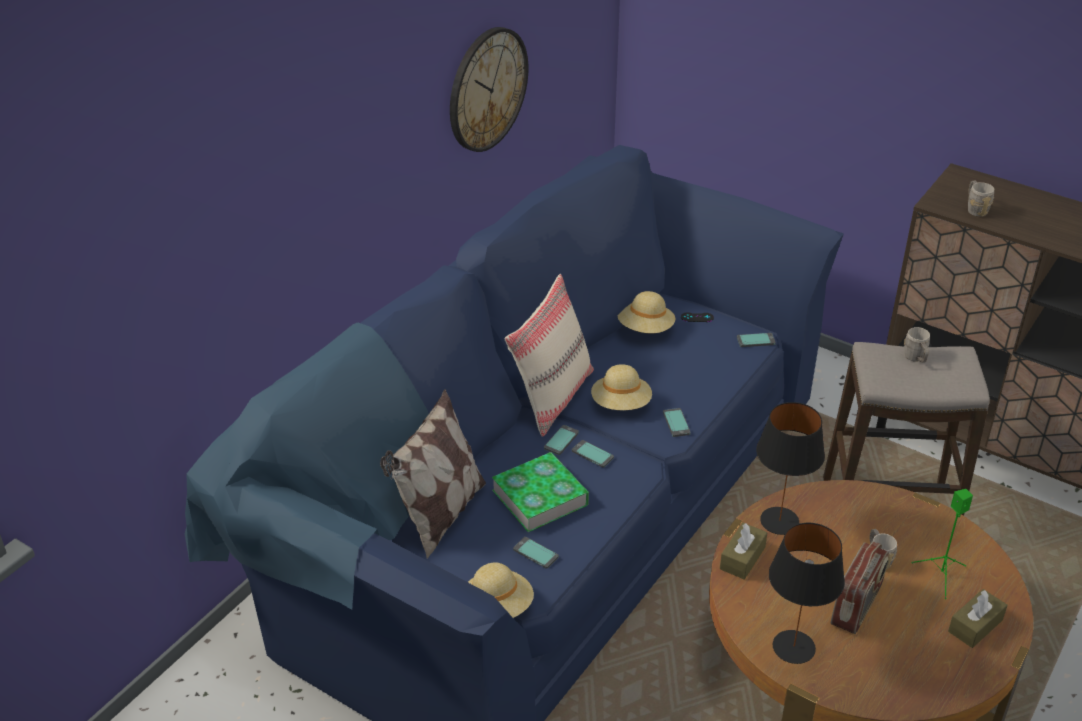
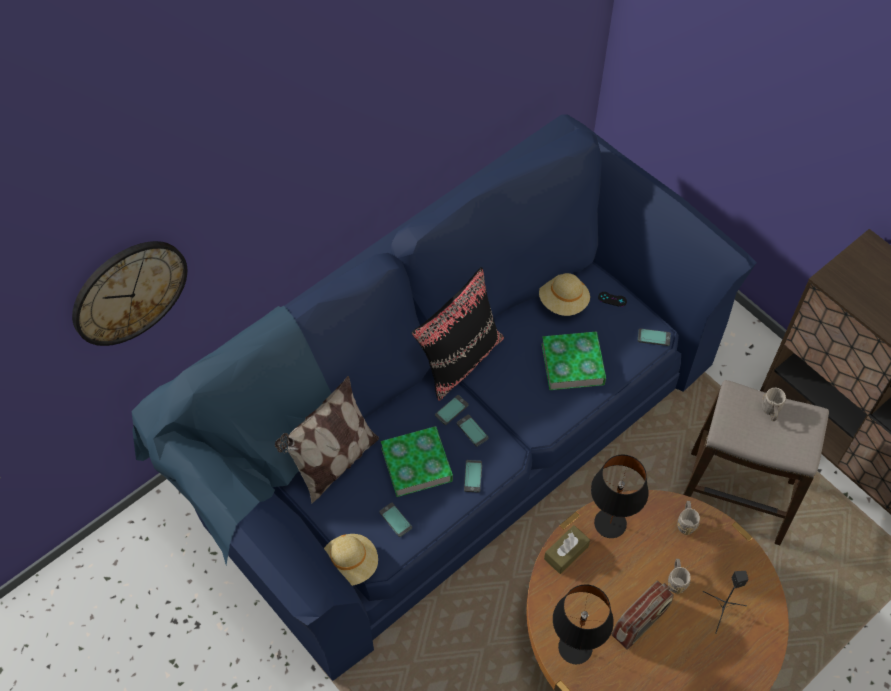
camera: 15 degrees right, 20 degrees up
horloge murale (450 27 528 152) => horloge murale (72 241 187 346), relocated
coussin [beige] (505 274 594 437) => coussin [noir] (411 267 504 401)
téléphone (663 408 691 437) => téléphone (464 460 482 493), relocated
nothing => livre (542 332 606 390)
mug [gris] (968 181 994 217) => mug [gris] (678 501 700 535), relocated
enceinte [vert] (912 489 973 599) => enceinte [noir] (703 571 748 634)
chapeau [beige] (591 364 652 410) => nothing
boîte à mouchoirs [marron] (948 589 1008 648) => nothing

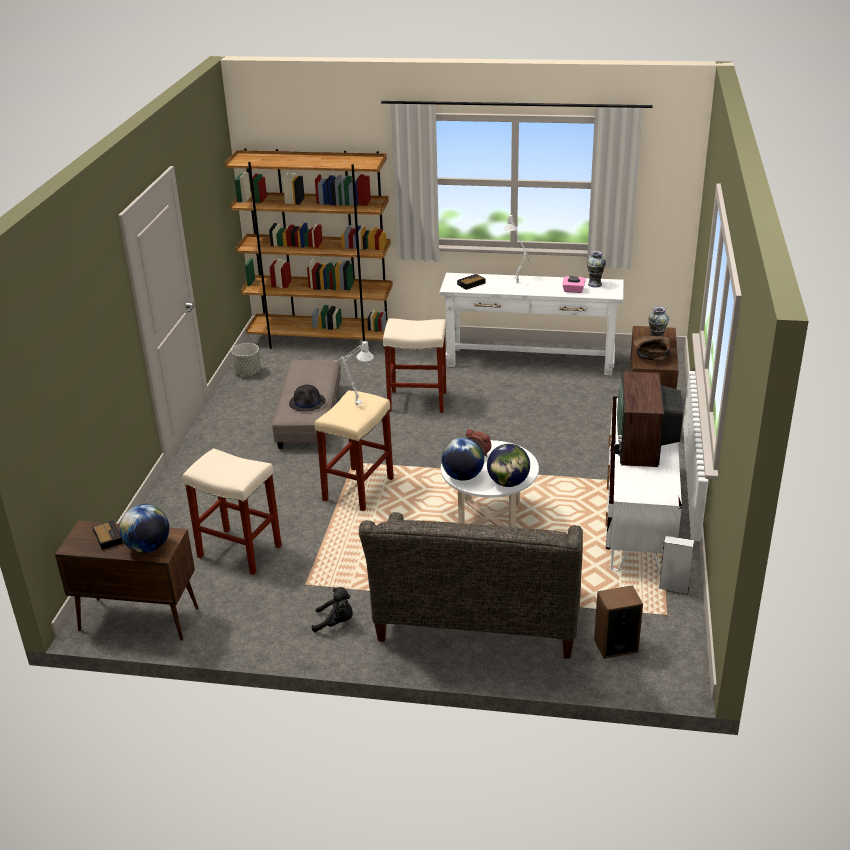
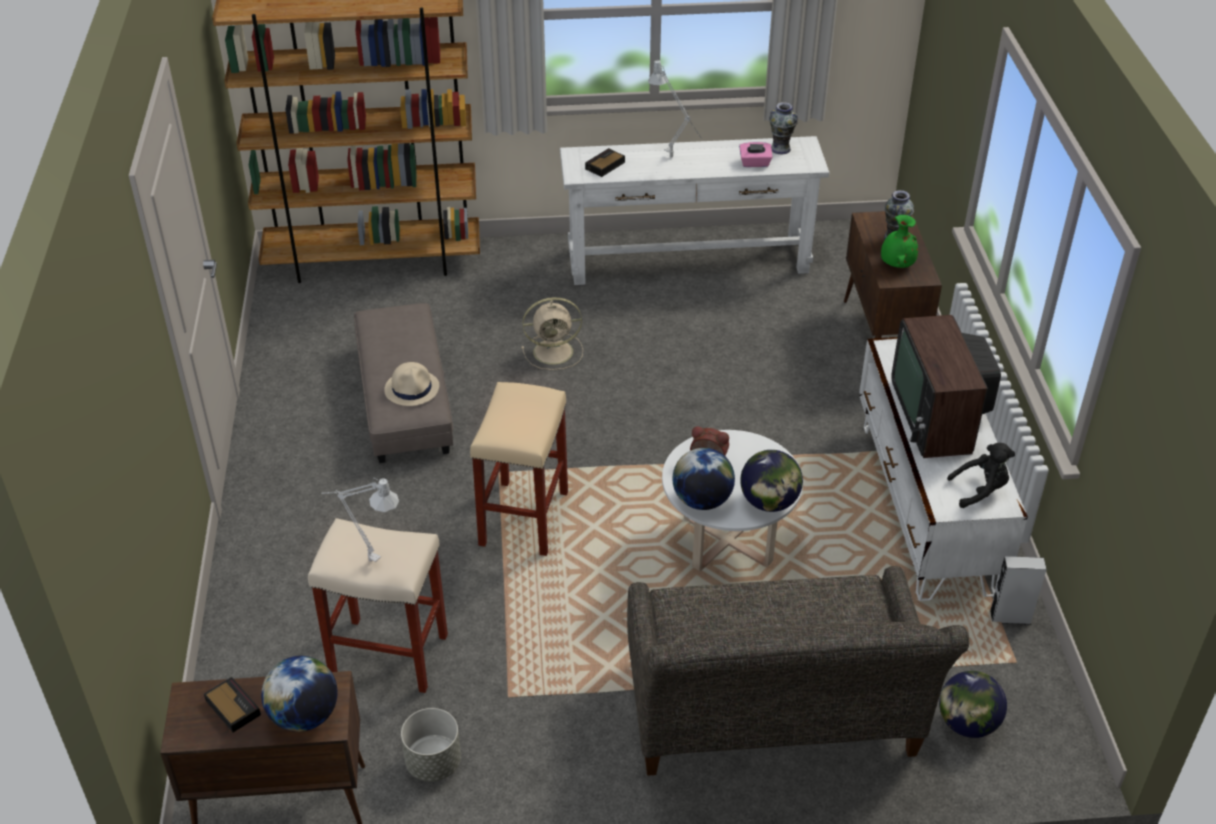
camera: 15 degrees left, 10 degrees up
lampe de table [gris] (334 341 374 405) => lampe de table [gris] (321 478 399 563), relocated
chapeau [noir] (289 385 326 411) => chapeau [beige] (384 362 439 406)
cache-pot [gris] (231 343 261 375) => cache-pot [gris] (401 708 461 782), relocated
tabouret [beige] (383 318 447 413) => ventilateur [beige] (521 297 583 370)
bol [marron] (633 336 670 360) => vase [vert] (881 215 918 268)
enceinte (594 585 643 659) => globe (939 671 1007 738)
peluche [noir] (312 587 353 632) => peluche [noir] (947 443 1015 508), relocated

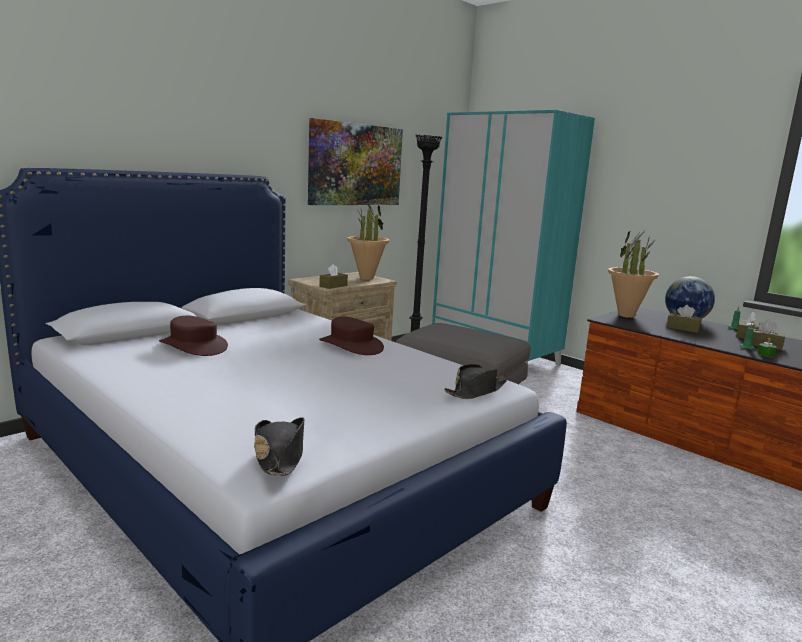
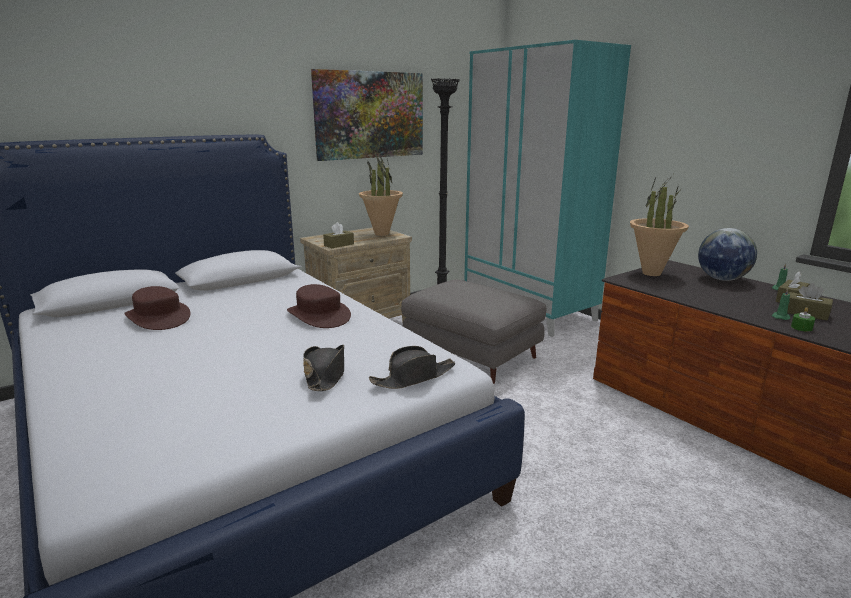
camera: 10 degrees right, 5 degrees up
chapeau [noir] (254 418 304 476) => chapeau [noir] (303 345 344 391), relocated
boîte à mouchoirs [marron] (667 305 702 333) => nothing

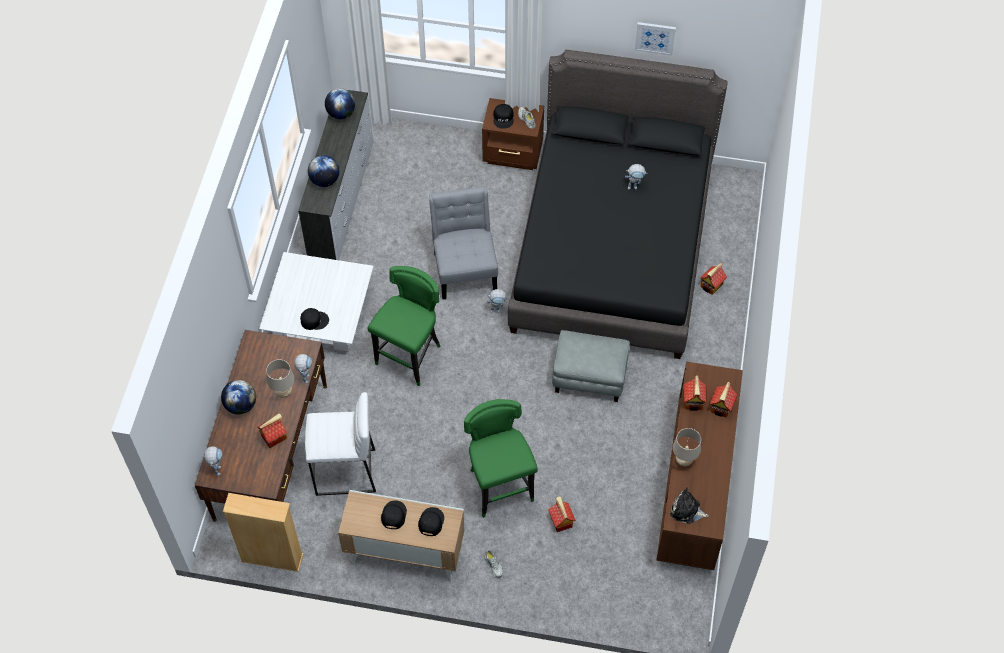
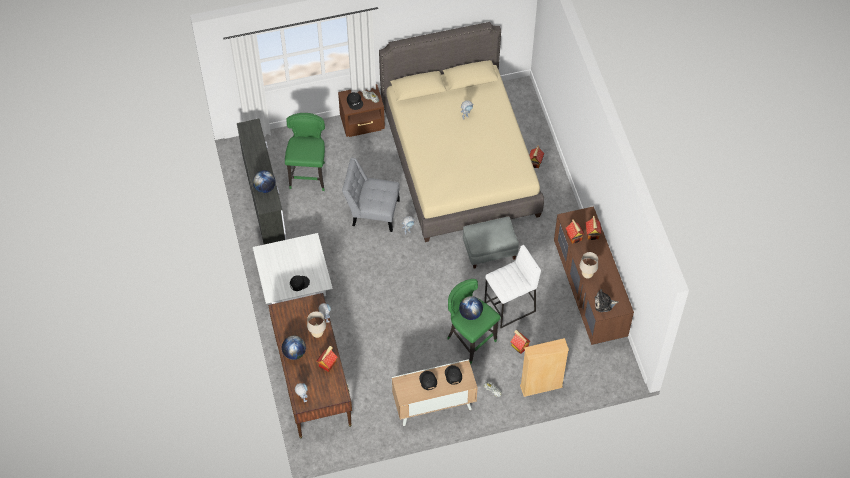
camera: 25 degrees left, 0 degrees up
tabouret [vert] (368 266 441 386) => tabouret [vert] (285 113 325 191), relocated
chaise [gris] (429 187 498 299) => chaise [gris] (342 158 400 232), 45 degrees counterclockwise
lit [noir] (508 50 728 359) => lit [beige] (379 22 544 242)
globe (325 88 355 119) => globe (459 296 483 320), relocated
tabouret [blanc] (305 392 376 496) => tabouret [blanc] (484 245 541 328), relocated
bibliothèque [beige] (223 493 304 572) => bibliothèque [beige] (520 338 569 397), relocated
tableau (635 22 676 56) => nothing

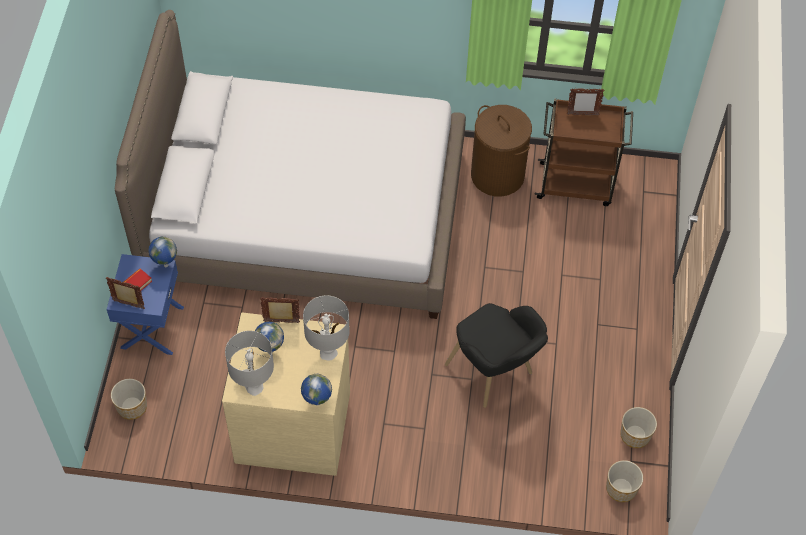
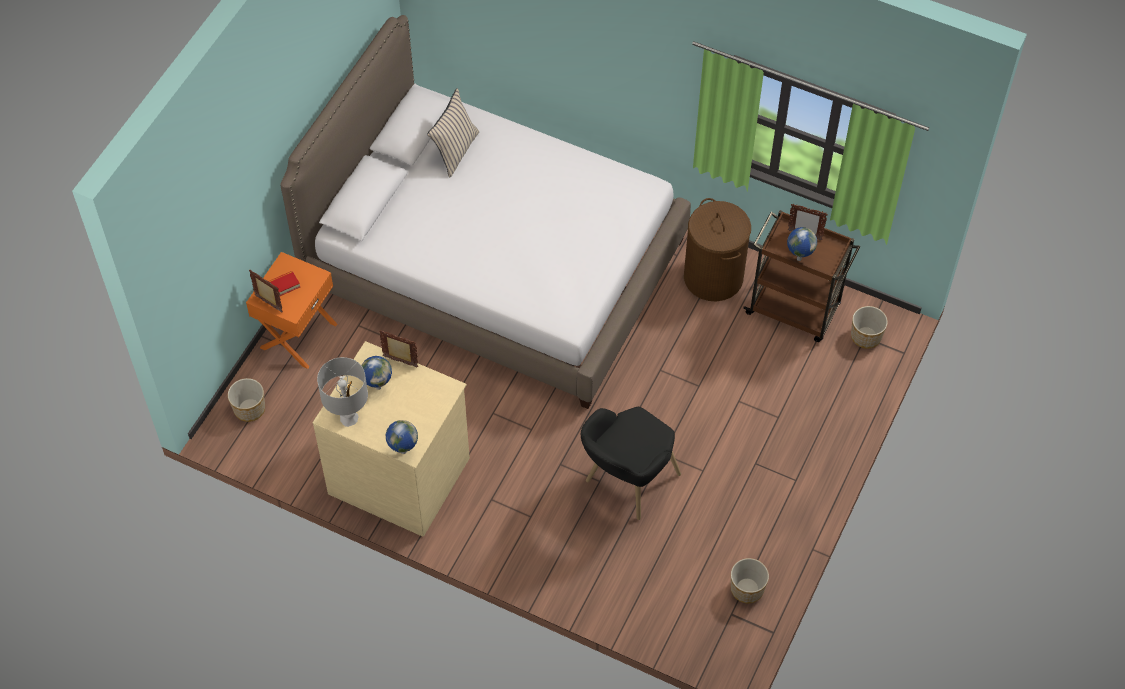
camera: 20 degrees right, 0 degrees up
table de chevet [bleu] (106 254 184 355) => table de chevet [orange] (246 252 337 369)
nothing => coussin [beige] (428 88 479 177)
fauteuil [noir] (445 303 548 408) => fauteuil [noir] (581 407 681 520), 60 degrees clockwise
globe (148 237 177 267) => globe (787 227 817 261), relocated
cache-pot (606 460 643 502) => cache-pot (851 306 888 349), relocated
lampe de table [gris] (303 295 350 361) => nothing

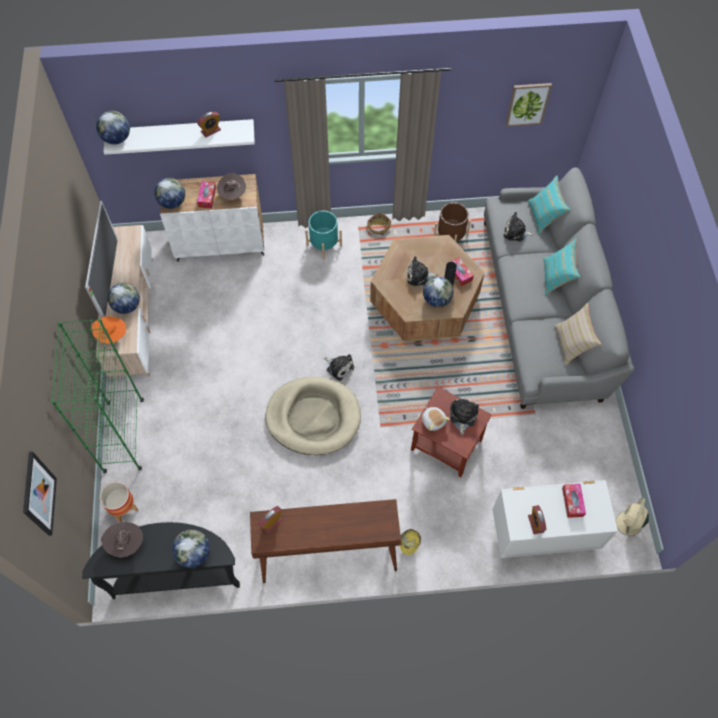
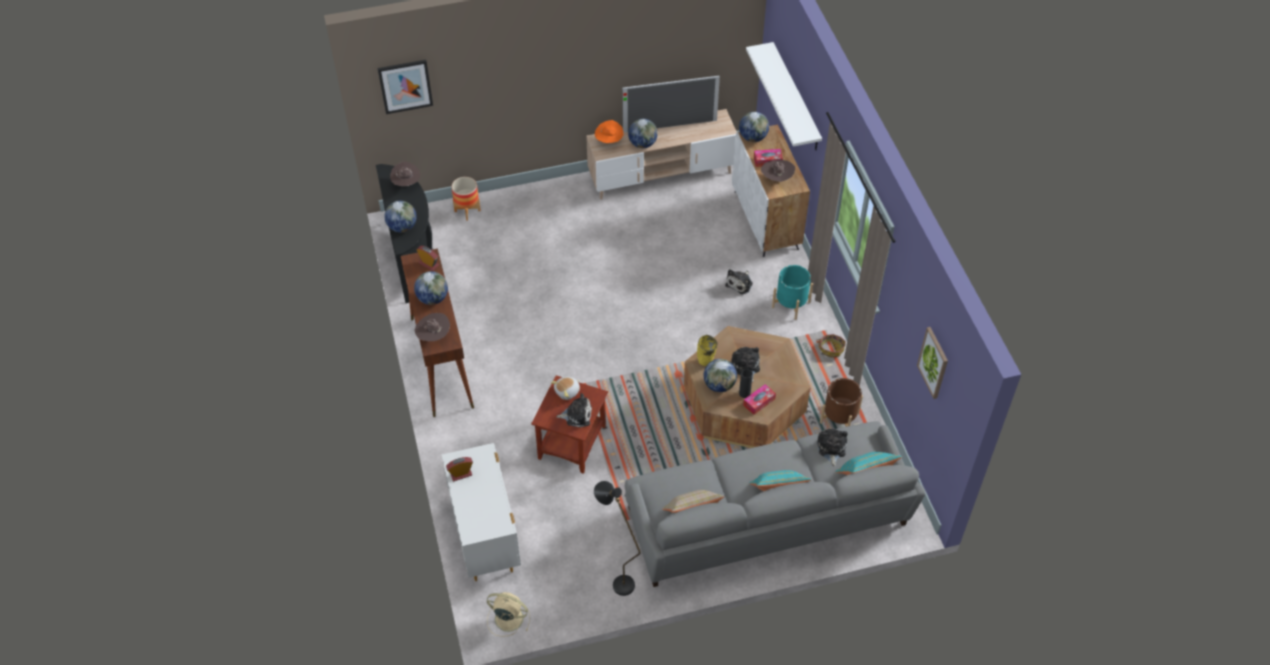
camera: 80 degrees right, 10 degrees down
globe (96 111 130 145) => globe (414 271 448 305), relocated
nothing => chapeau [marron] (414 313 450 341)
nothing => lampadaire [noir] (594 481 640 596)
vase [jaune] (400 529 421 555) => vase [jaune] (697 335 718 366), relocated
peluche (324 354 354 381) => peluche (725 269 753 294), relocated
bibliothèque [vert] (51 318 144 473) => nothing
réveil (197 112 221 137) => nothing
panier pour chien [beige] (265 376 361 455) => nothing
boîte à mouchoirs (562 484 586 518) => nothing

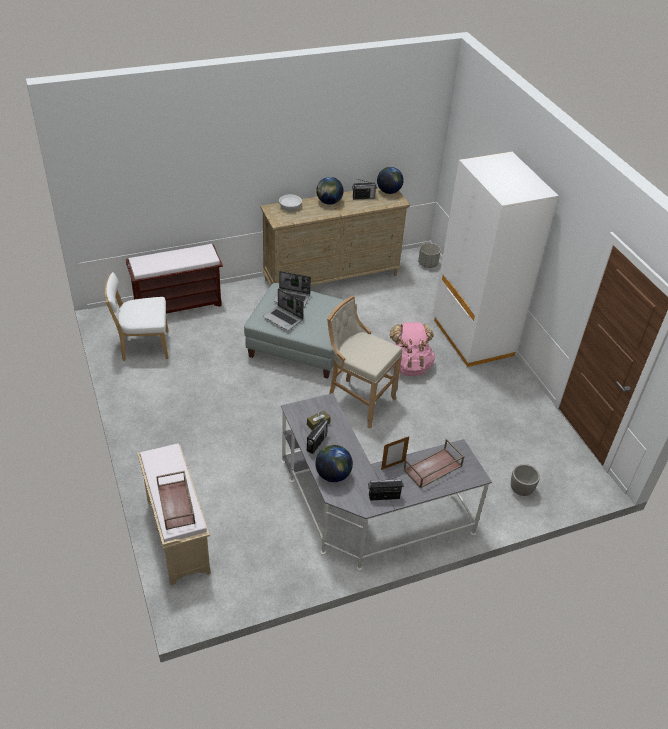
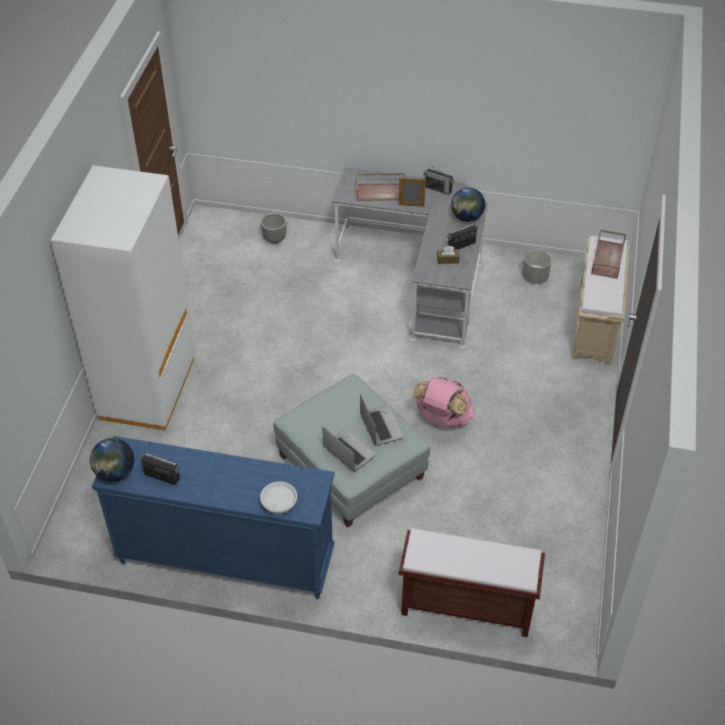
camera: 145 degrees left, 5 degrees up
commode [beige] (260 187 410 286) => commode [bleu] (92 436 335 599)
sac à dos [rose] (390 322 435 376) => sac à dos [rose] (413 377 475 428), relocated
cache-pot [gris] (418 243 441 268) => cache-pot [gris] (522 250 551 284), relocated
chaise [blanc] (105 272 169 361) => nothing
globe (316 177 343 205) => nothing
tabouret [beige] (327 296 402 429) => nothing

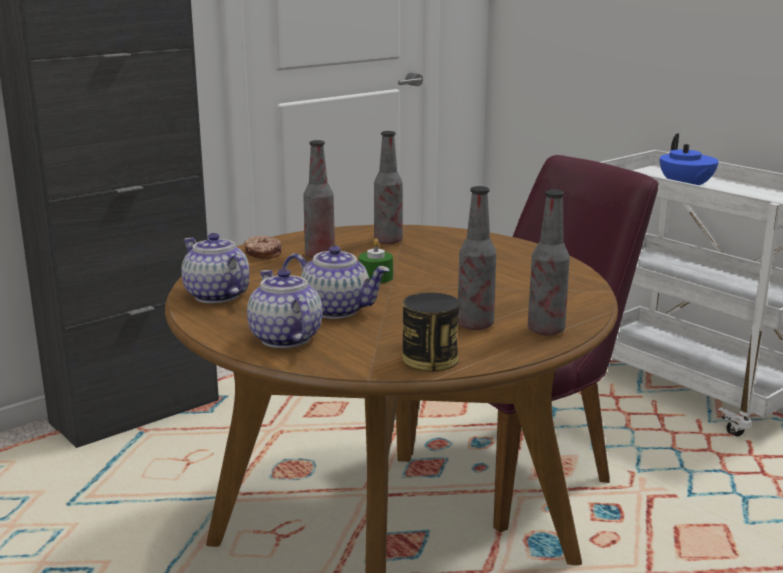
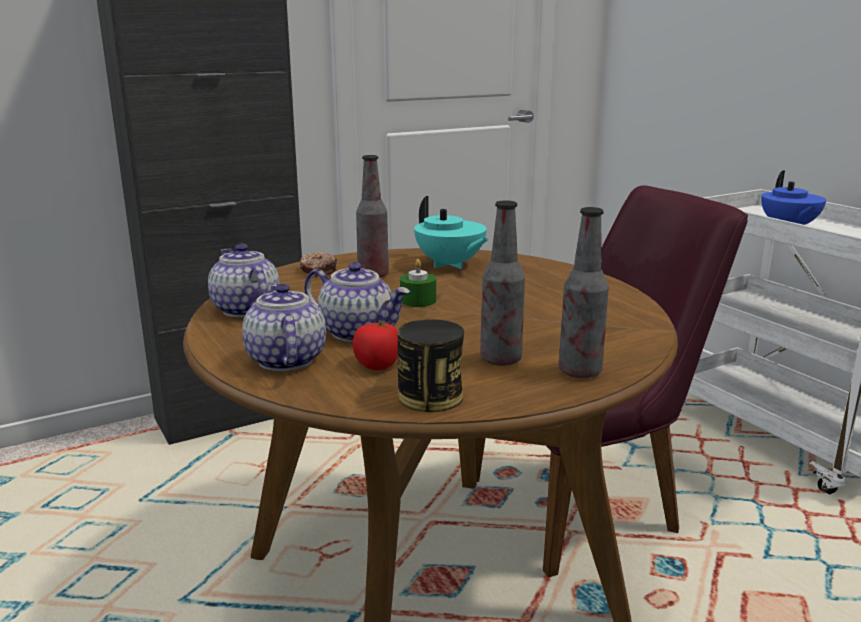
camera: 10 degrees right, 0 degrees up
nothing => tomate (353 320 398 370)
bouteille (374 131 403 244) => théière [turquoise] (414 196 488 269)

